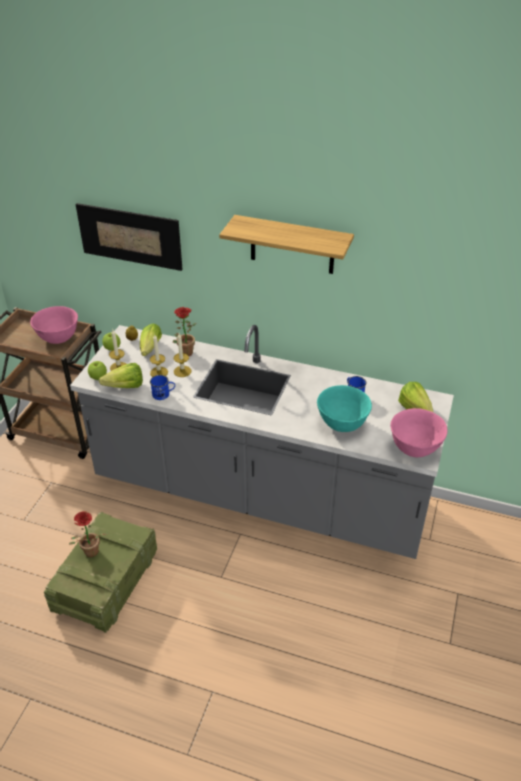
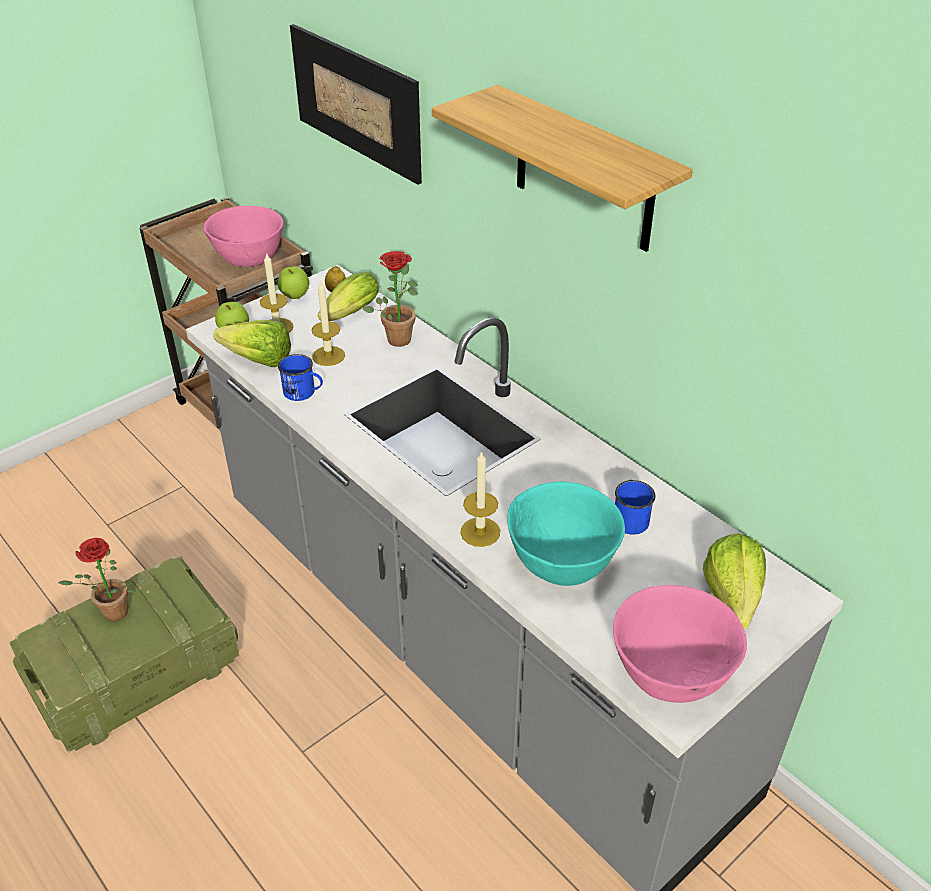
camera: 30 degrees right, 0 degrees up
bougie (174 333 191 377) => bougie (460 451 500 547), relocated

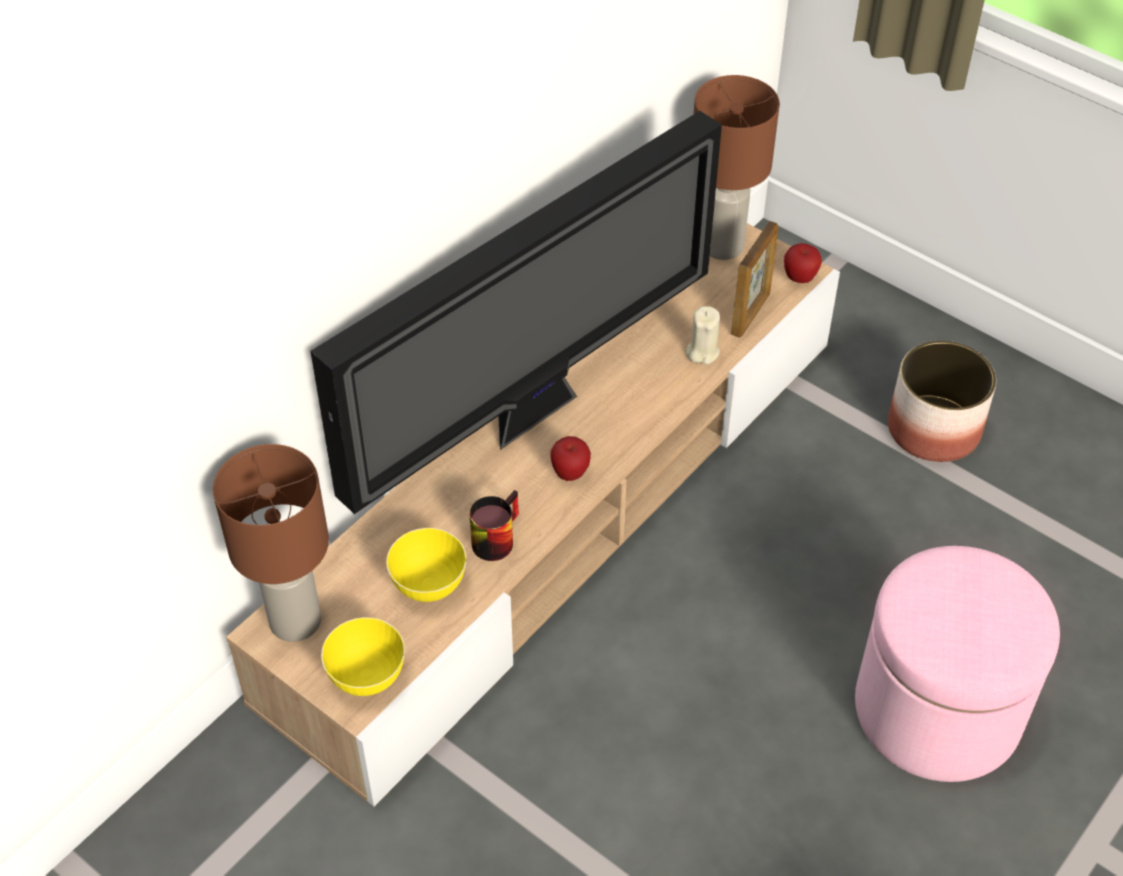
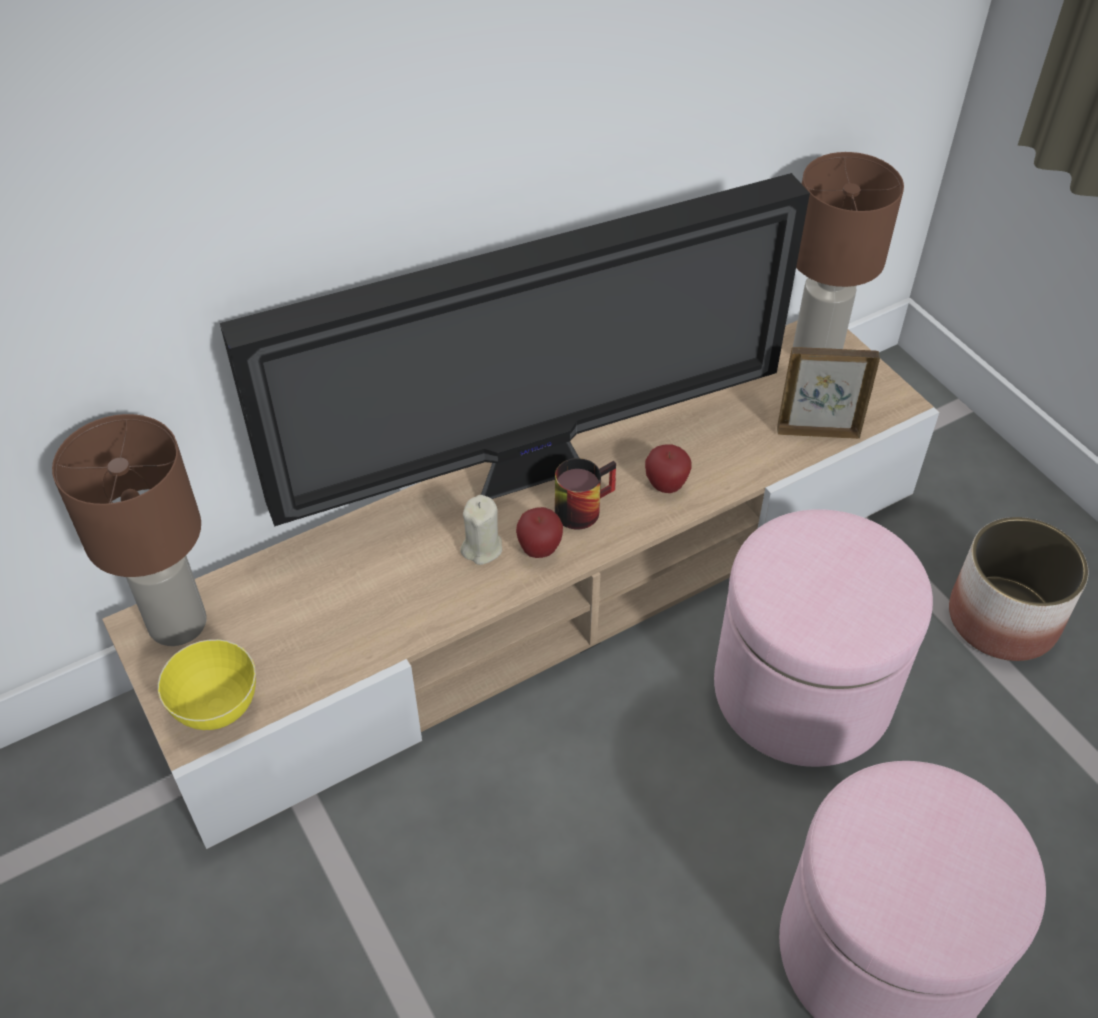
camera: 20 degrees right, 0 degrees up
bougie [beige] (686 306 720 364) => bougie [beige] (460 495 502 565), relocated
mug (469 490 519 561) => mug (555 458 616 529), relocated
pomme (784 243 822 283) => pomme (645 445 692 493), relocated
nothing => pouf [rose] (714 509 933 767)
cadre photo (731 221 778 338) => cadre photo (777 347 880 439), 135 degrees counterclockwise
bol [jaune] (386 528 467 602) => nothing

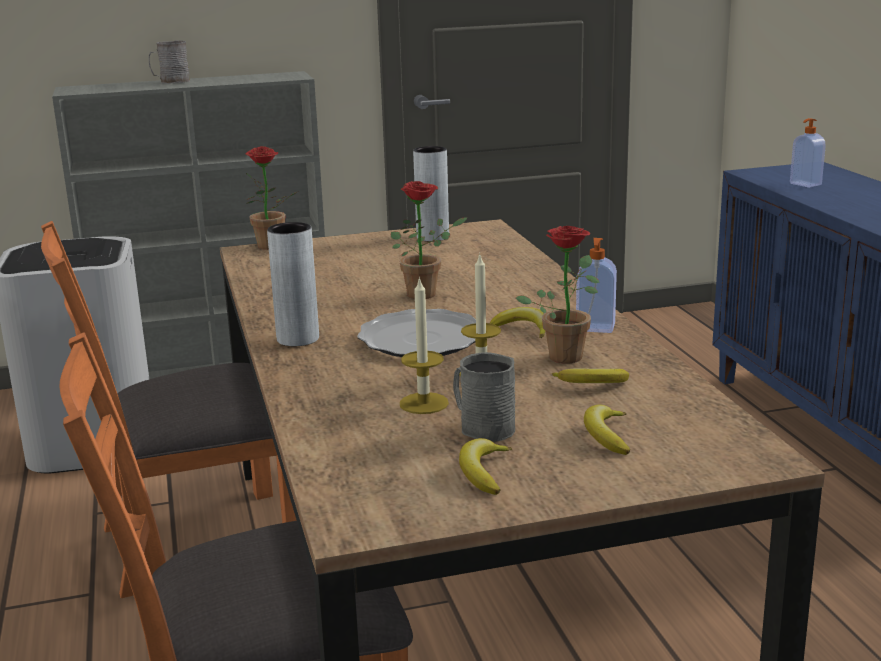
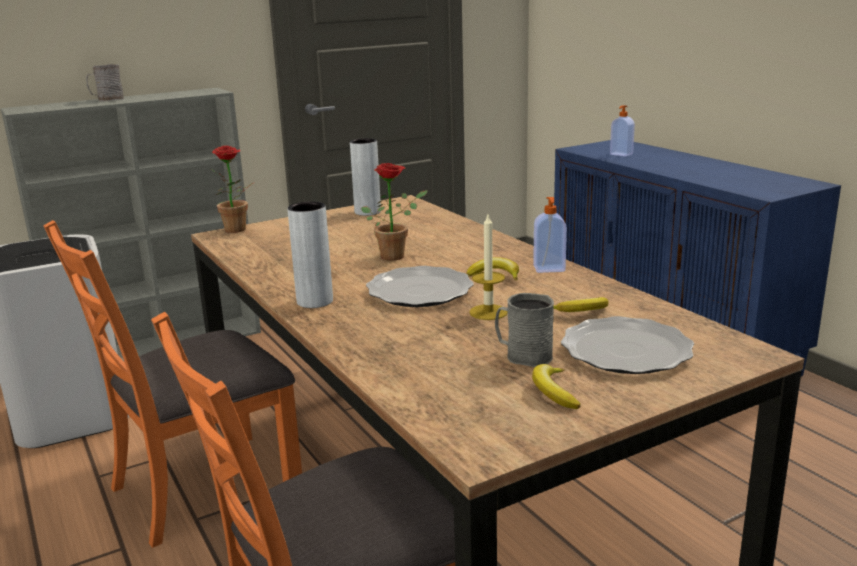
camera: 15 degrees left, 0 degrees up
banane (584 404 631 455) => assiette (561 316 694 374)
bougie (400 277 449 414) => nothing
plante en pot (516 226 600 363) => nothing

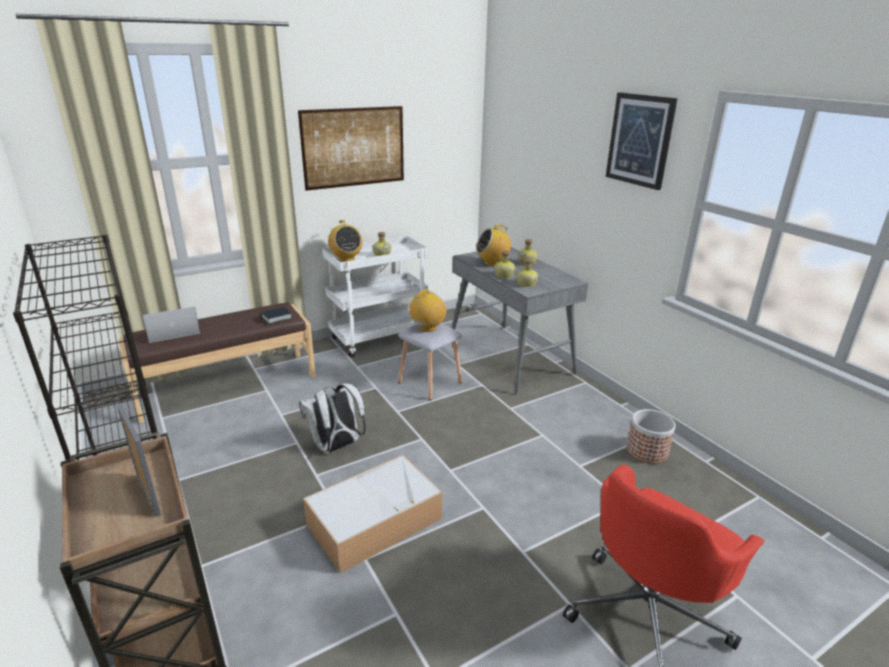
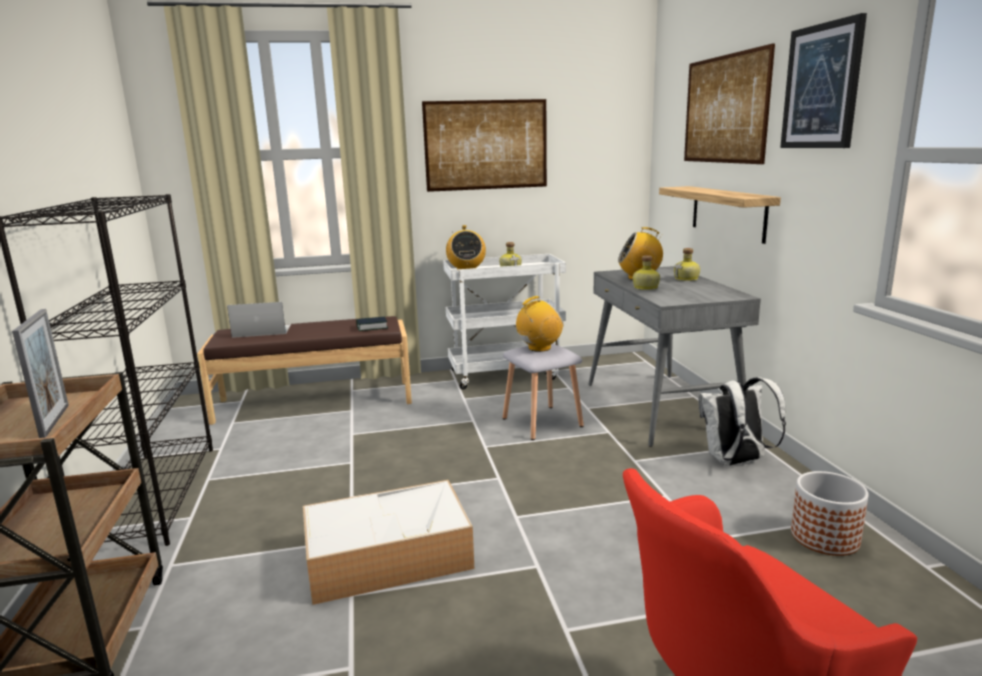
camera: 20 degrees right, 10 degrees down
nothing => étagère (659 186 781 244)
nothing => tableau (684 43 775 164)
sac à dos [blanc] (299 384 366 453) => sac à dos [blanc] (698 377 786 466), relocated
bouteille (516 259 538 287) => nothing

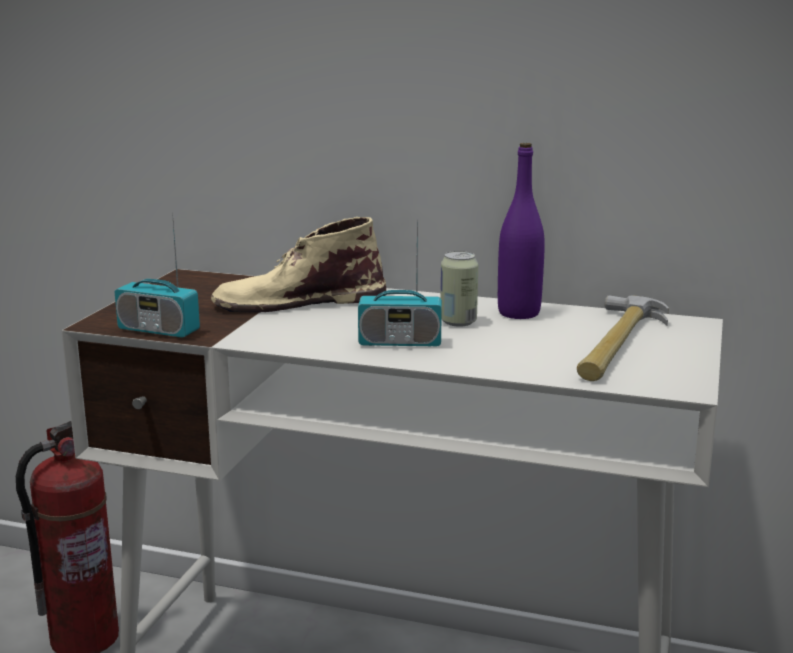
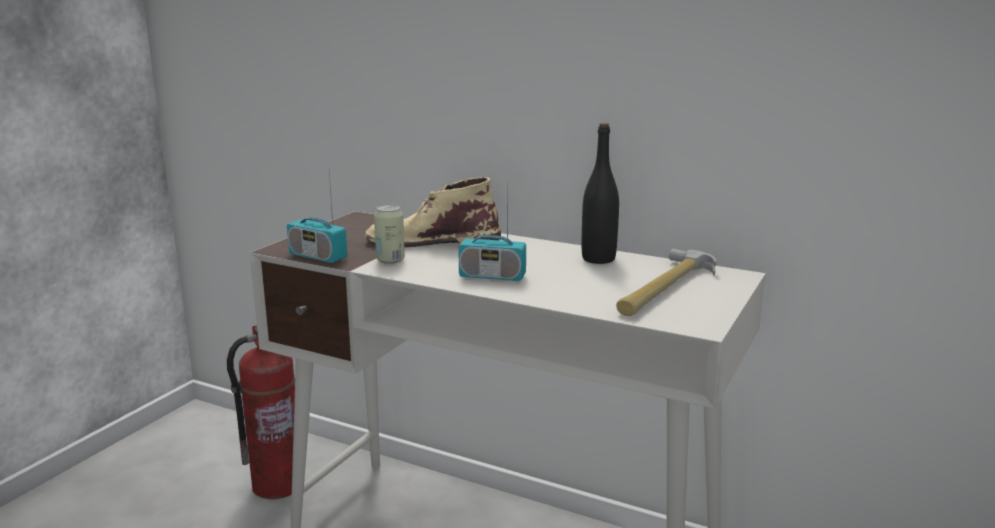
camera: 10 degrees right, 0 degrees up
boîte métallique (440 251 478 327) => boîte métallique (374 205 405 264), relocated
bouteille [violet] (498 143 545 319) => bouteille [noir] (582 123 619 264)

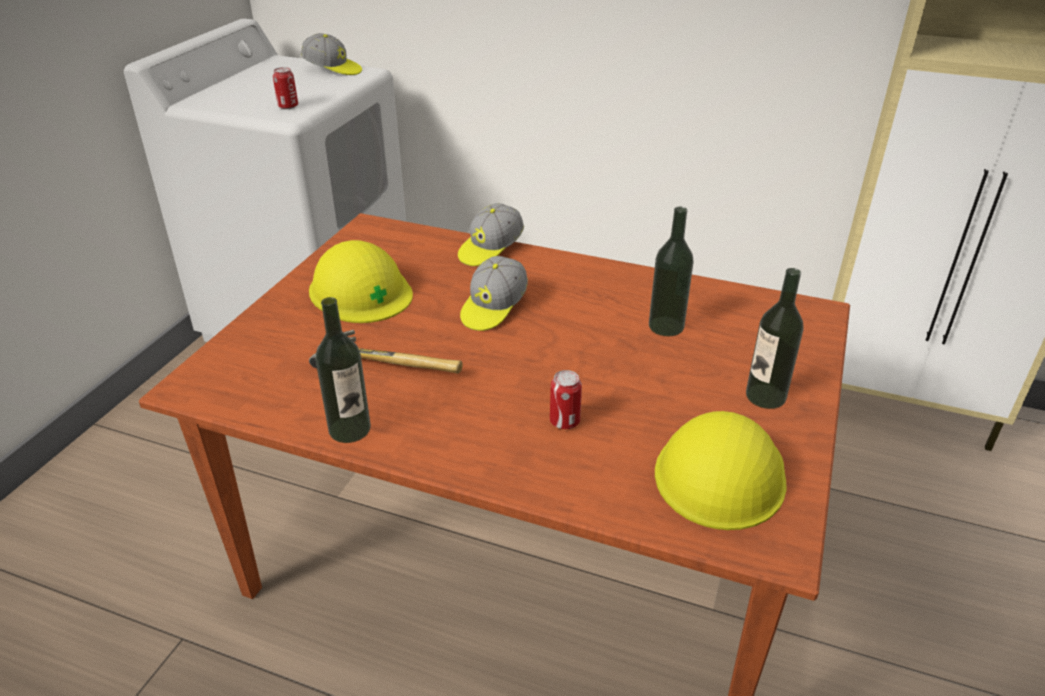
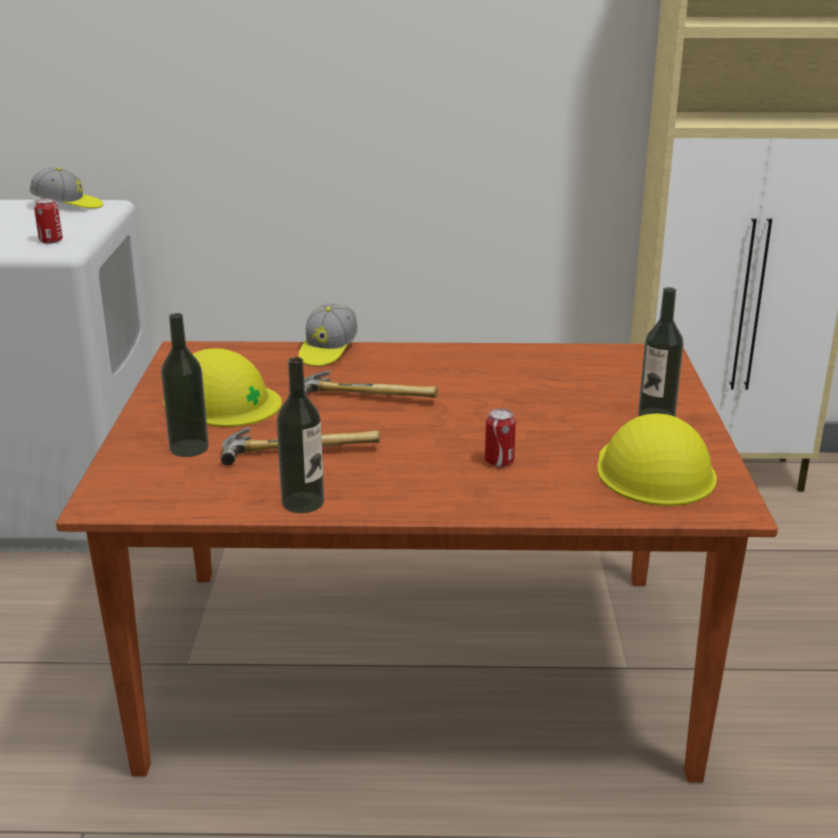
camera: 20 degrees left, 10 degrees down
bouteille (649 207 694 336) => bouteille (161 313 209 457), relocated
casquette (460 256 528 331) => marteau (304 370 438 398)

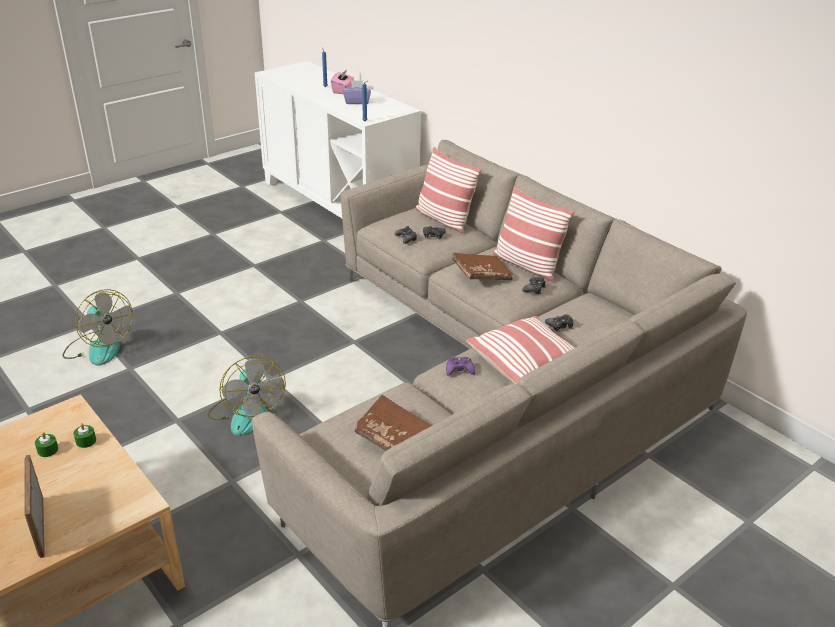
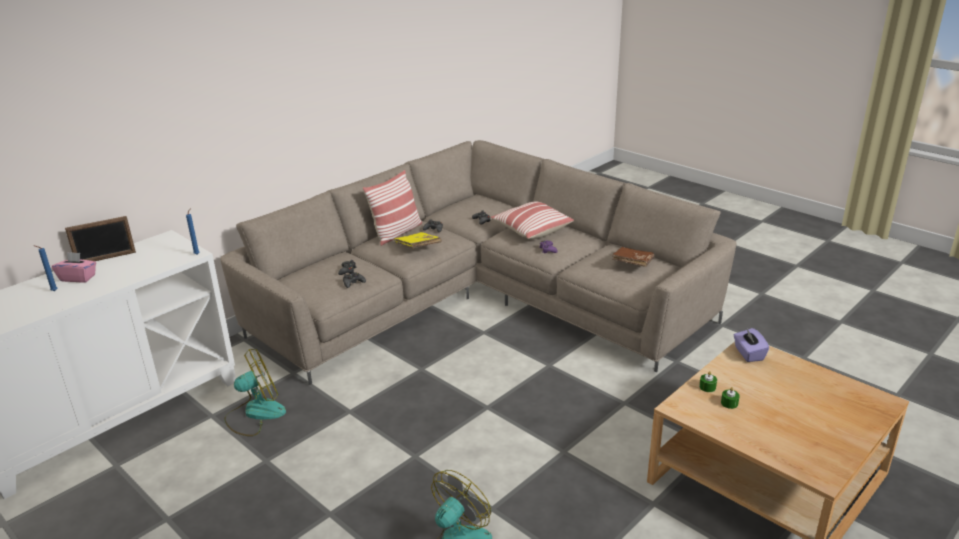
camera: 95 degrees left, 5 degrees down
cadre photo (25 455 45 558) => cadre photo (65 216 136 261), relocated
ventilateur (208 356 286 436) => ventilateur (224 349 286 436), relocated
livre [marron] (452 253 513 280) => livre [jaune] (394 232 442 248)
boîte à mouchoirs [violet] (343 80 371 104) => boîte à mouchoirs [violet] (734 327 769 362), relocated
coussin (415 147 482 233) => nothing

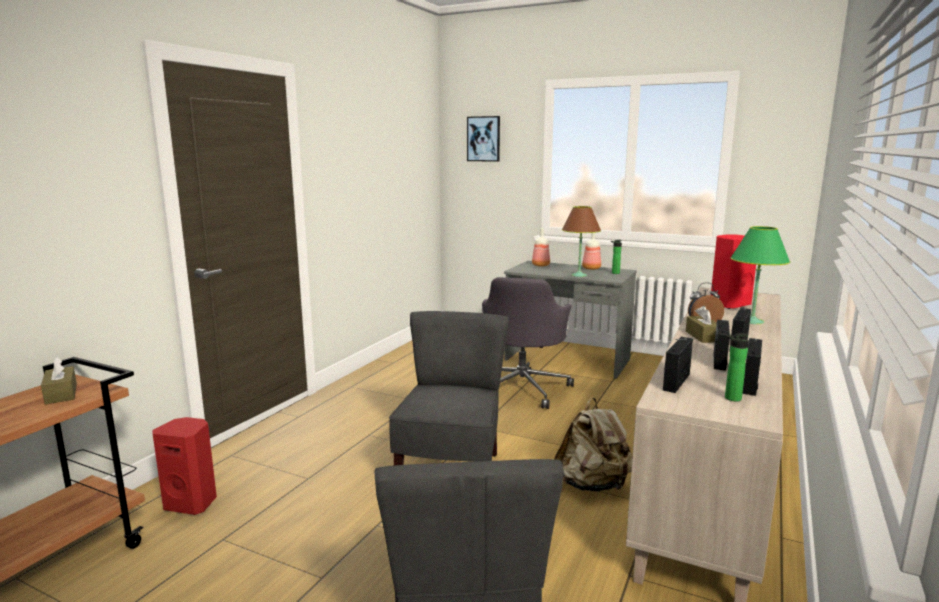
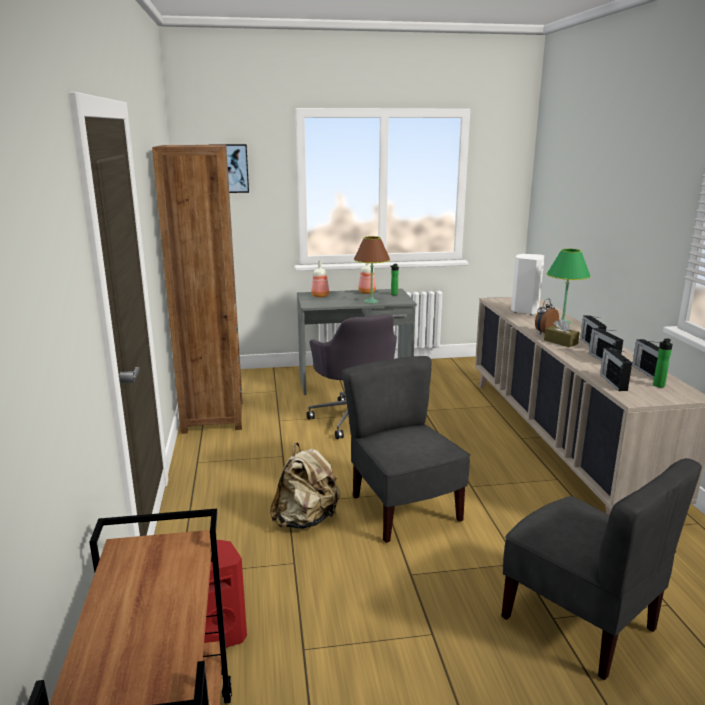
camera: 35 degrees left, 5 degrees up
nothing => bibliothèque [marron] (152 145 242 434)
sac à dos [beige] (554 398 632 492) => sac à dos [beige] (270 443 340 529), relocated
enceinte [rouge] (711 234 756 309) => enceinte [blanc] (511 254 544 315)
boîte à mouchoirs [marron] (41 356 77 404) => nothing

